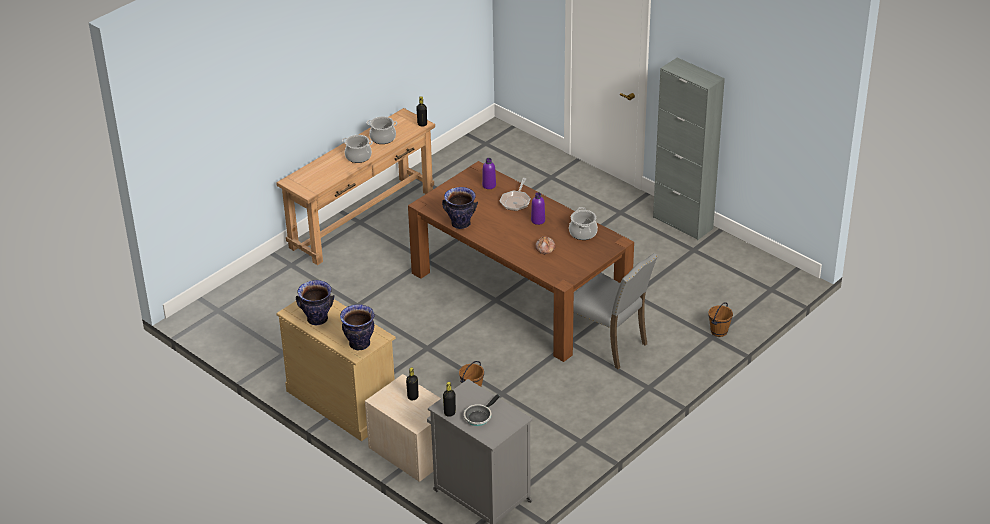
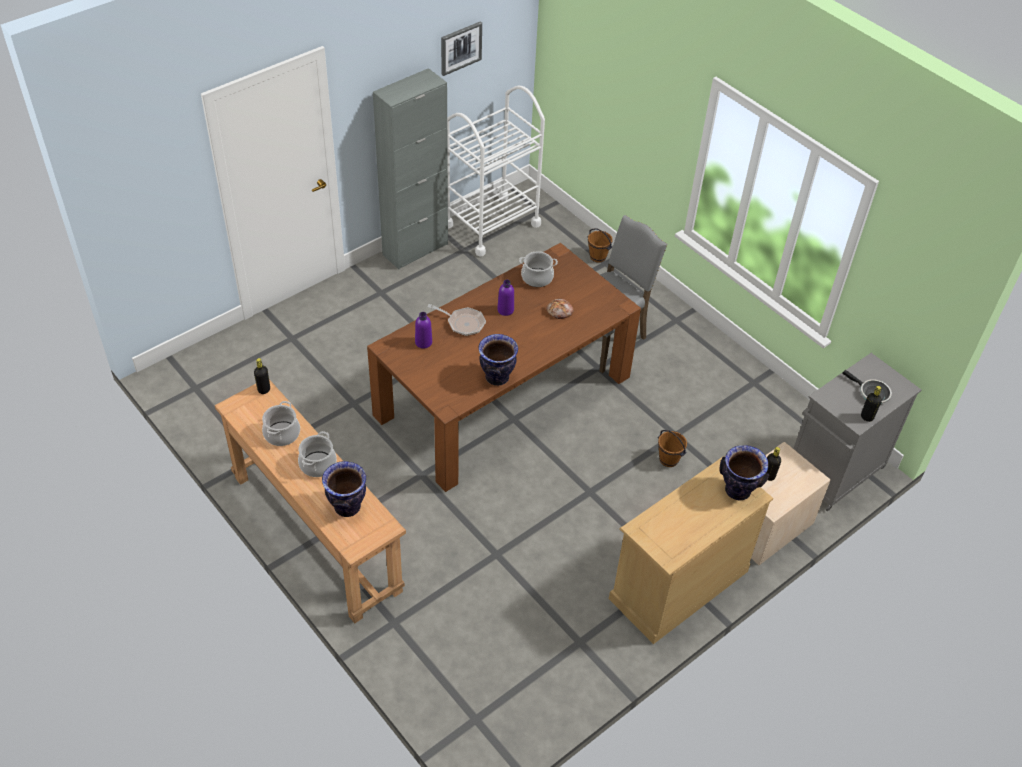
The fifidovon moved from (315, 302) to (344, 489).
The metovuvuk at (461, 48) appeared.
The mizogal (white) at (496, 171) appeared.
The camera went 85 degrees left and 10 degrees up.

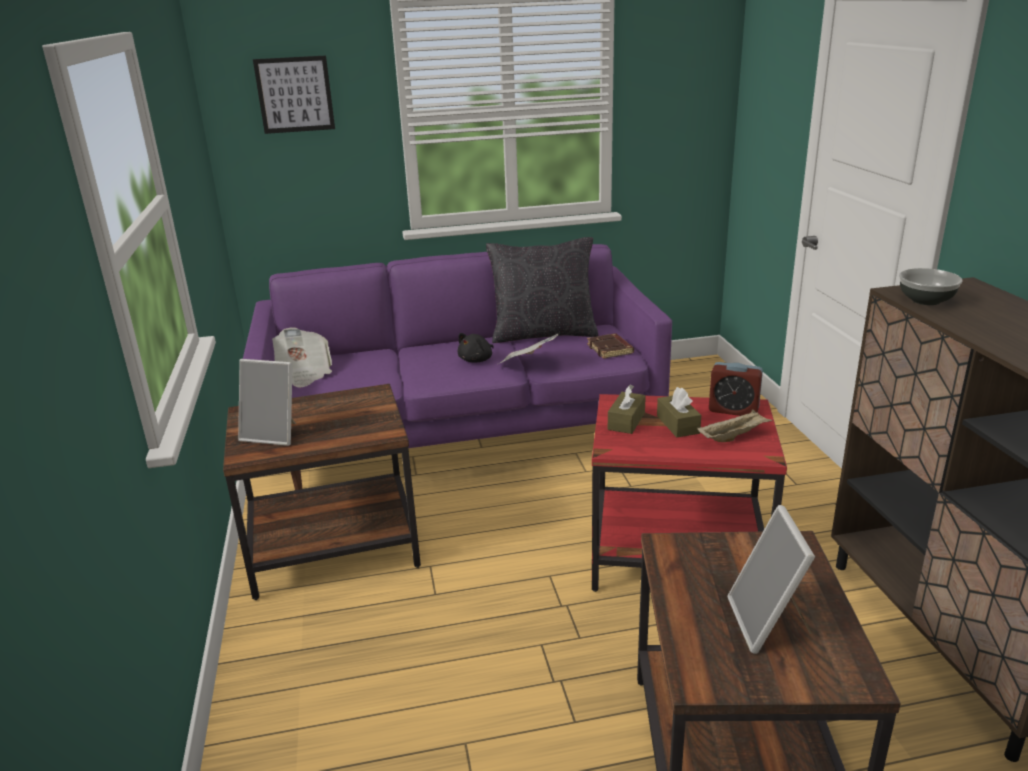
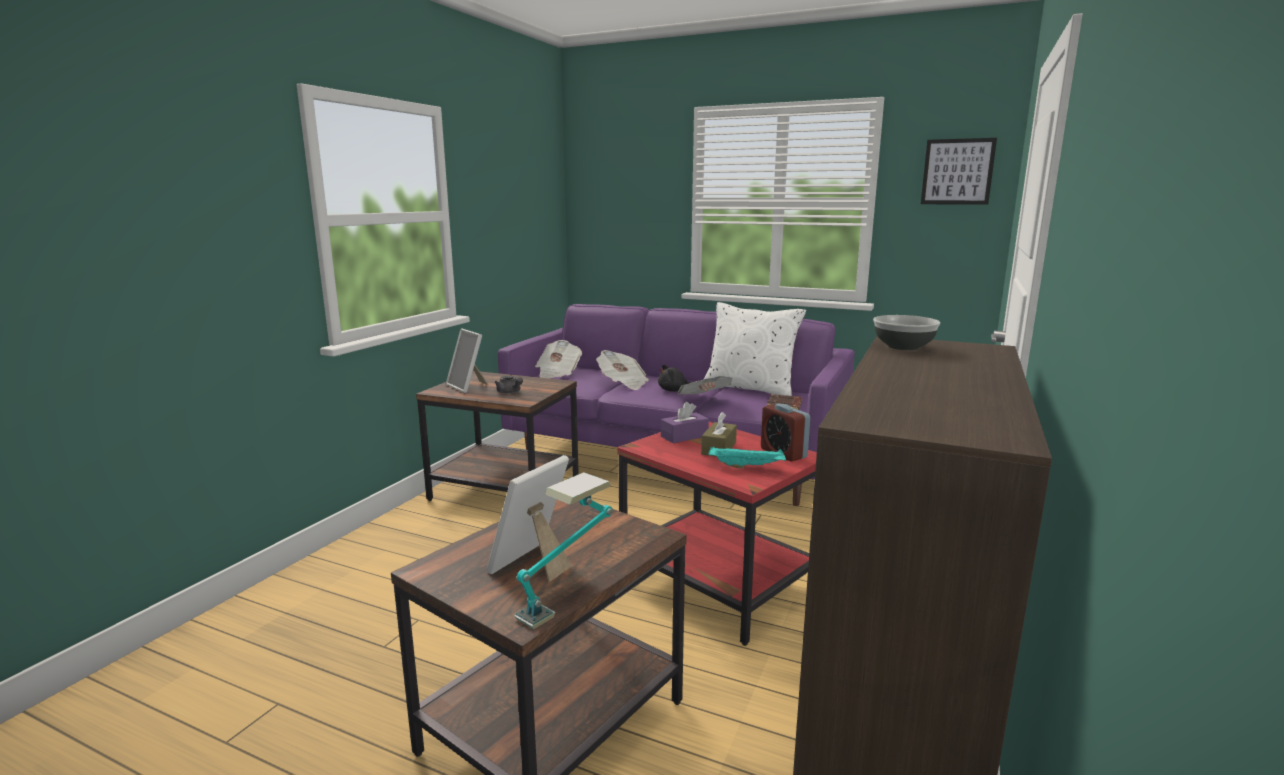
The metovuvuk moved from (294, 95) to (959, 171).
The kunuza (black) at (542, 290) became the kunuza (white) at (755, 349).
The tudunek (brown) at (627, 409) became the tudunek (purple) at (685, 422).
The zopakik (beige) at (735, 426) became the zopakik (turquoise) at (747, 458).
The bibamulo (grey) at (508, 385) appeared.
The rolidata at (563, 550) appeared.
The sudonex at (622, 370) appeared.
The camera went 35 degrees right and 10 degrees down.

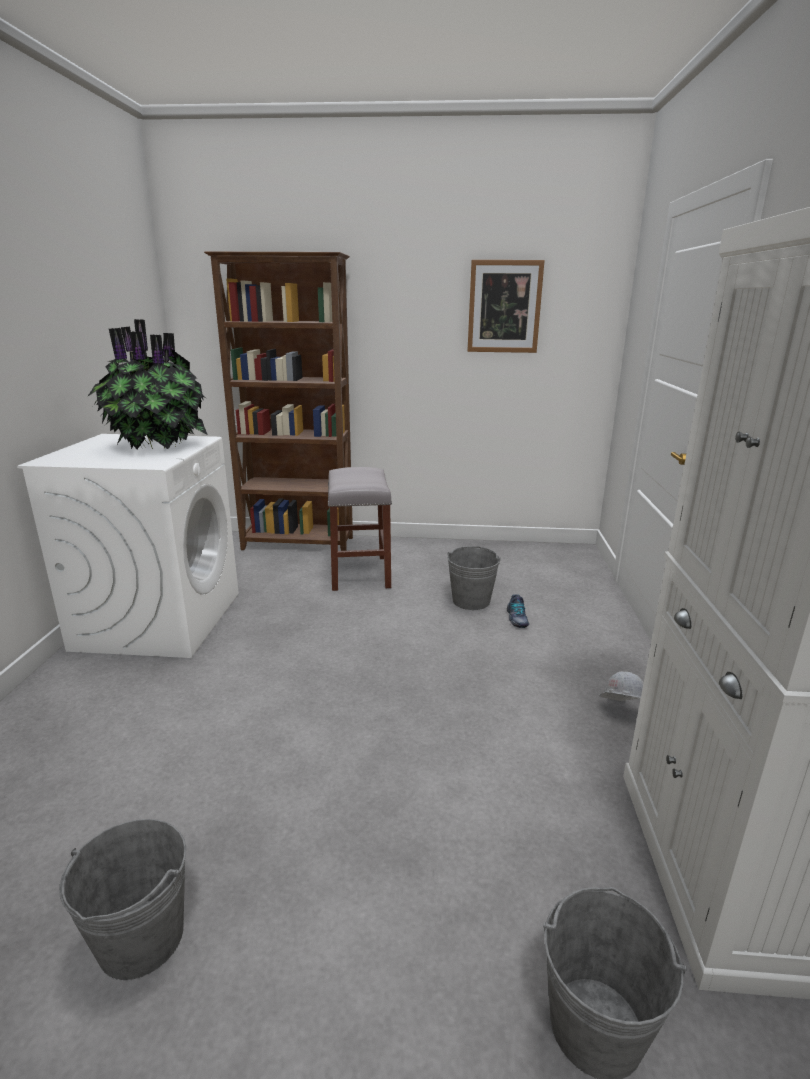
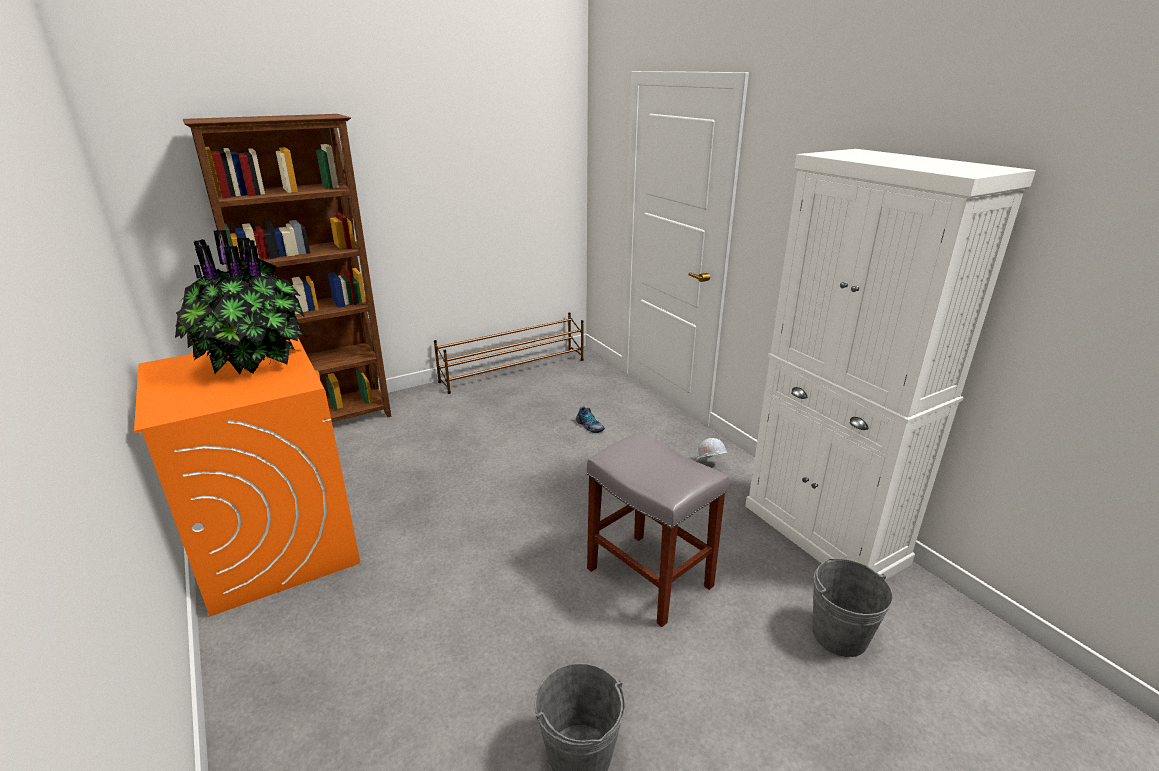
The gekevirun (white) at (128, 546) became the gekevirun (orange) at (247, 477).
The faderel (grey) moved from (360, 529) to (658, 529).
The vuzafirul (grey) at (474, 578) disappeared.
The metovuvuk at (506, 306) disappeared.
The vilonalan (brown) at (509, 353) appeared.
The camera went 35 degrees left and 5 degrees up.

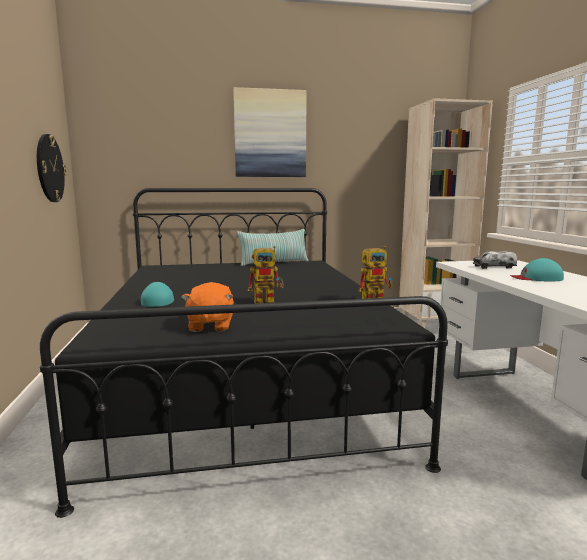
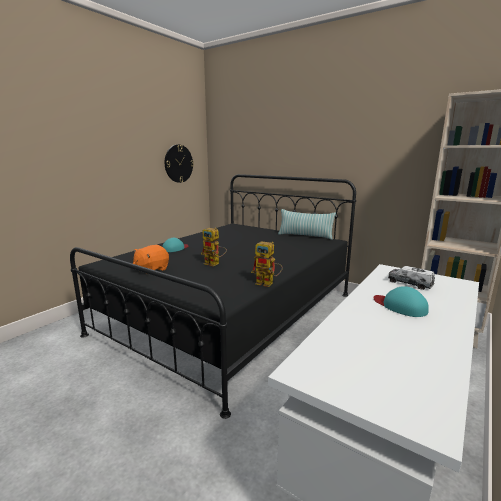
The metovuvuk at (269, 132) disappeared.
The camera went 45 degrees right and 5 degrees up.

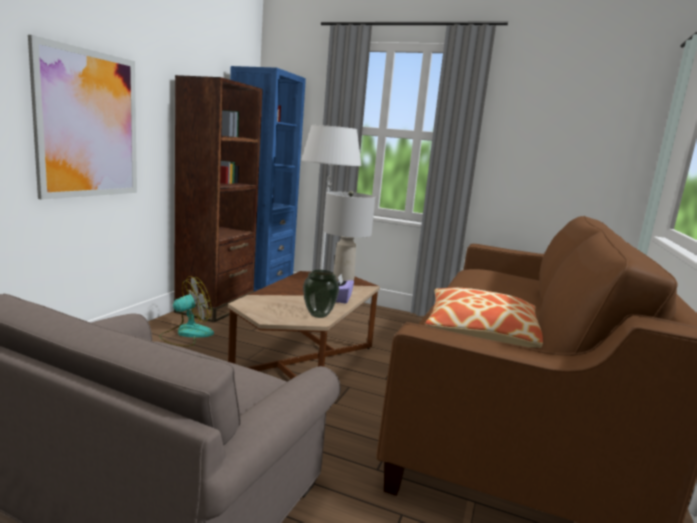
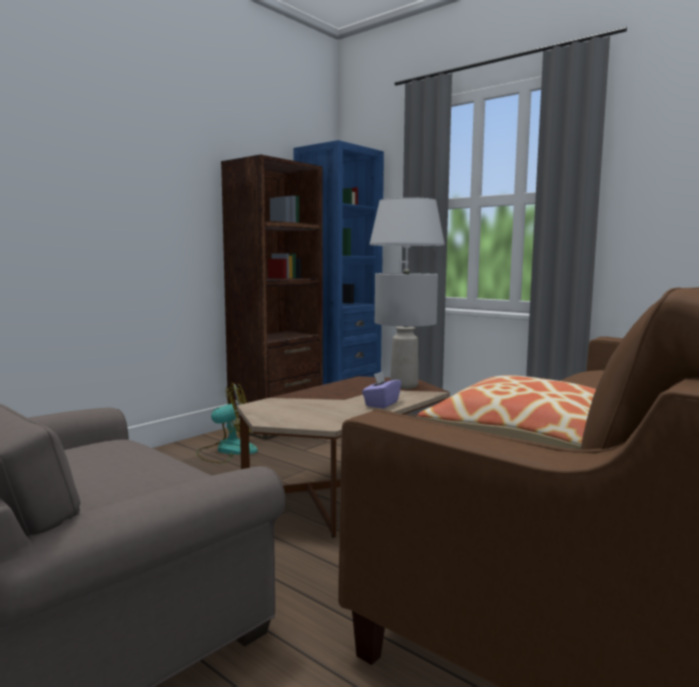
The metovuvuk at (82, 117) disappeared.
The fifidovon at (321, 294) disappeared.
The camera went 20 degrees right and 5 degrees down.

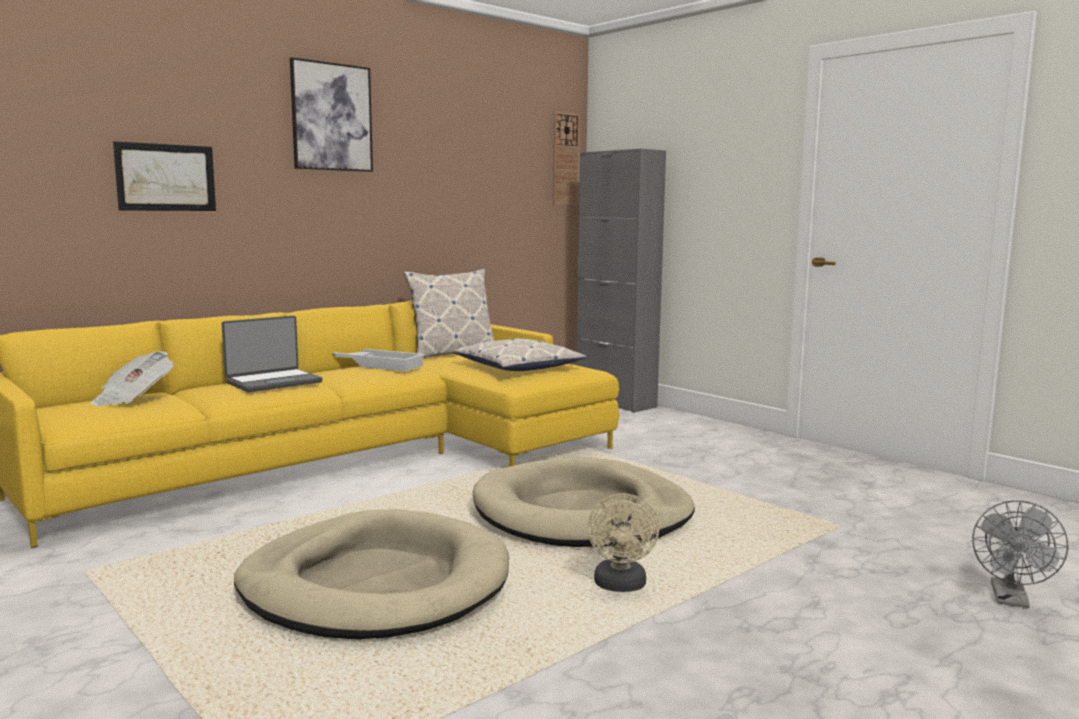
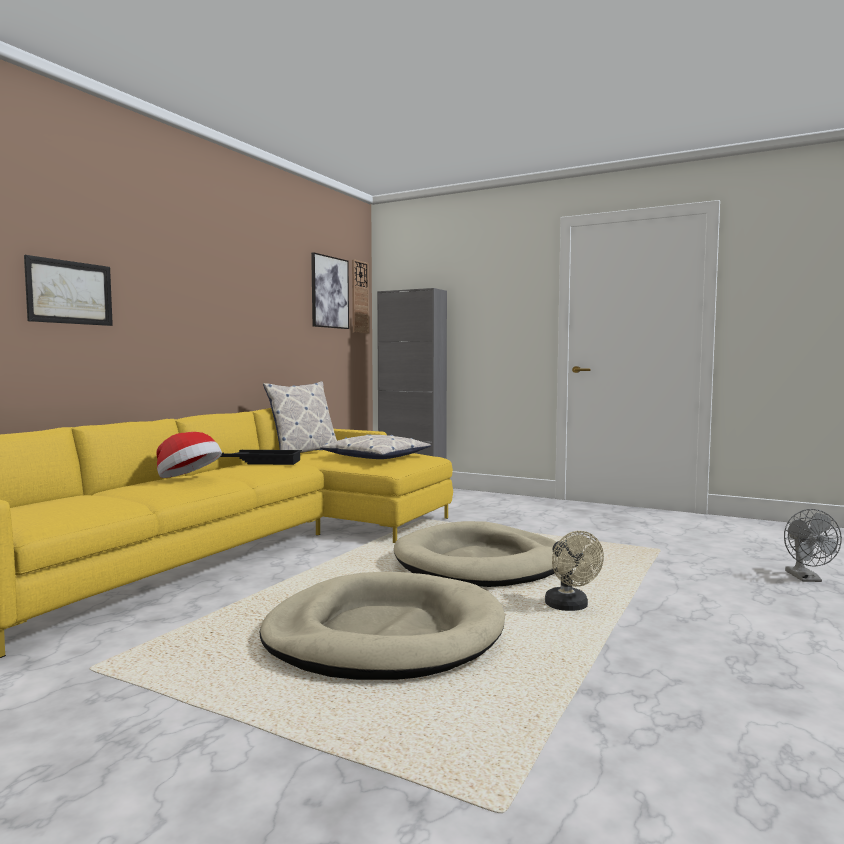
The sudonex at (132, 378) disappeared.
The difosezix at (272, 354) was replaced by the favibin at (189, 455).
The metovuvuk moved from (331, 114) to (330, 290).
The zopakik (white) at (378, 360) became the zopakik (black) at (261, 457).
The camera went 20 degrees left and 5 degrees down.

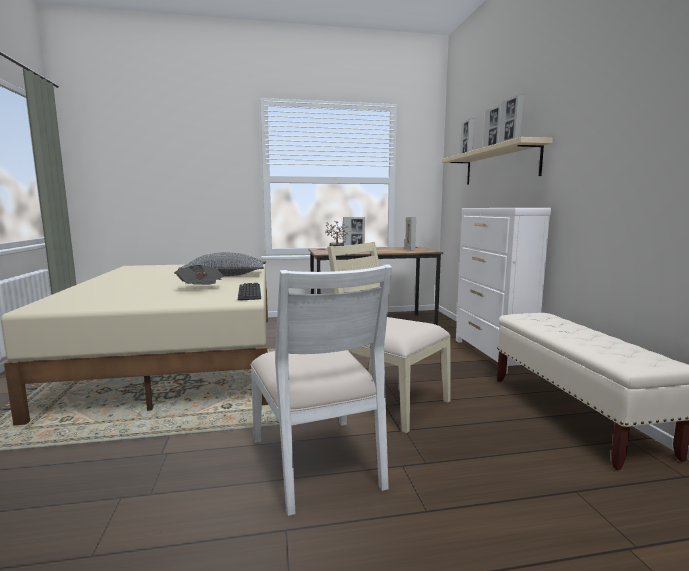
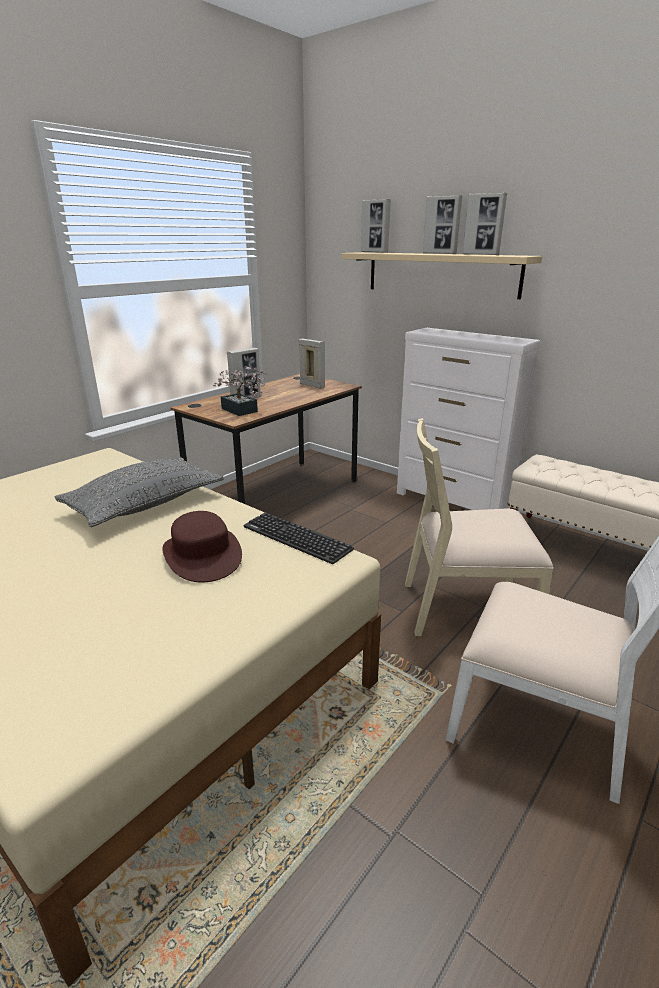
The sudonex at (199, 275) was replaced by the favibin (brown) at (202, 546).
The camera went 40 degrees left and 15 degrees up.

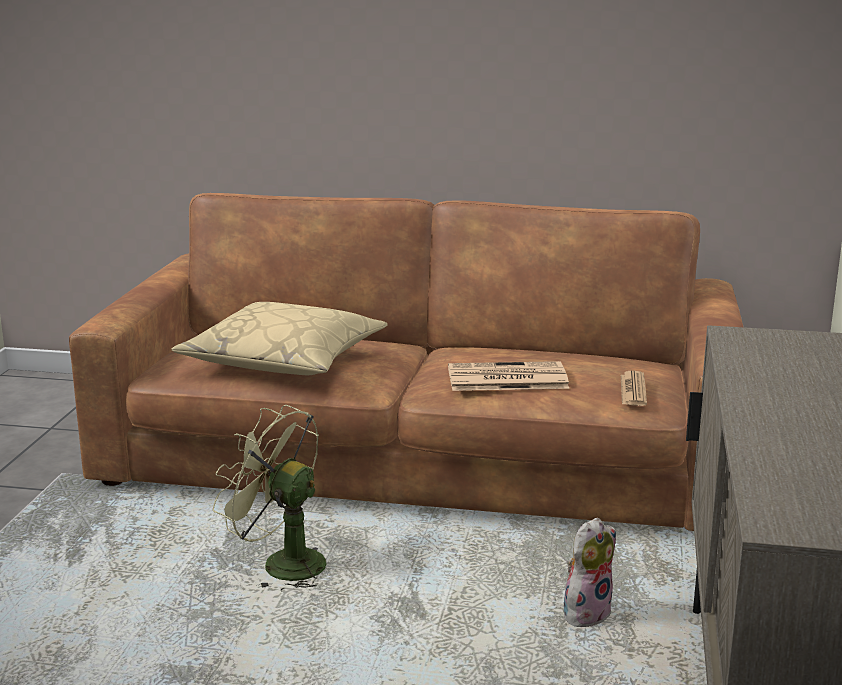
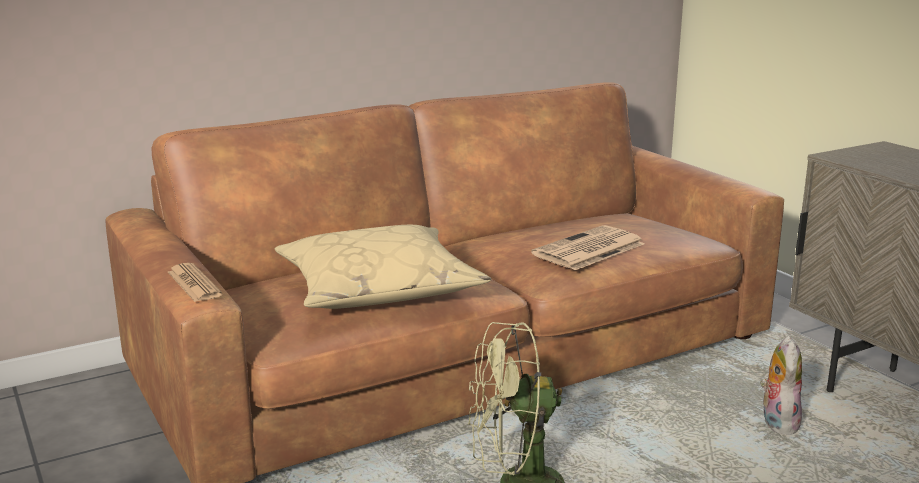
The sudonex moved from (634, 388) to (195, 282).
The camera went 40 degrees left and 0 degrees up.

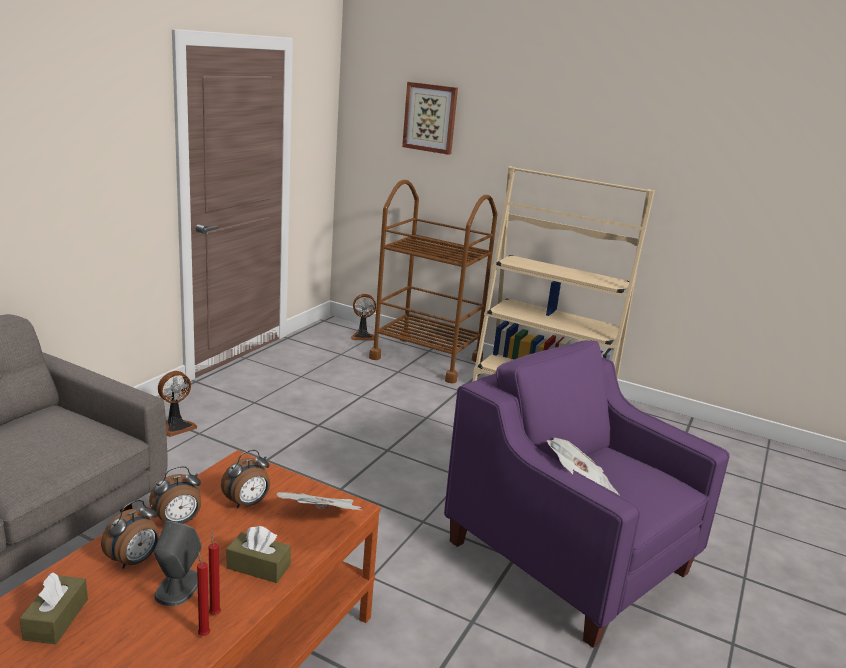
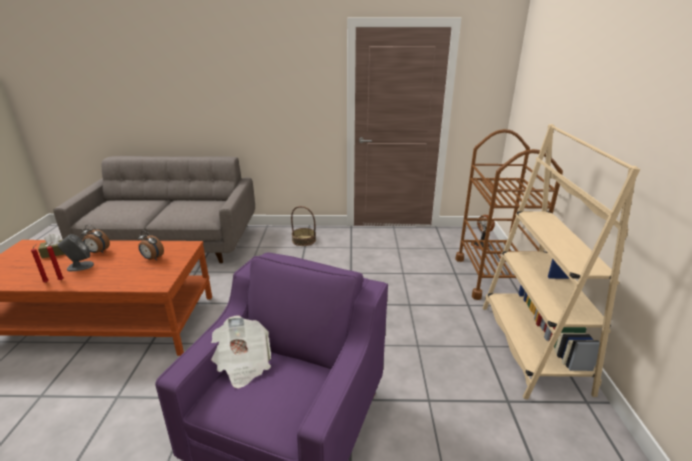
The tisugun at (175, 495) disappeared.
The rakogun at (177, 404) was replaced by the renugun at (303, 226).
The tudunek (brown) at (258, 554) disappeared.
The sudonex at (319, 501) disappeared.
The metovuvuk at (430, 118) disappeared.
The camera went 65 degrees right and 5 degrees up.

